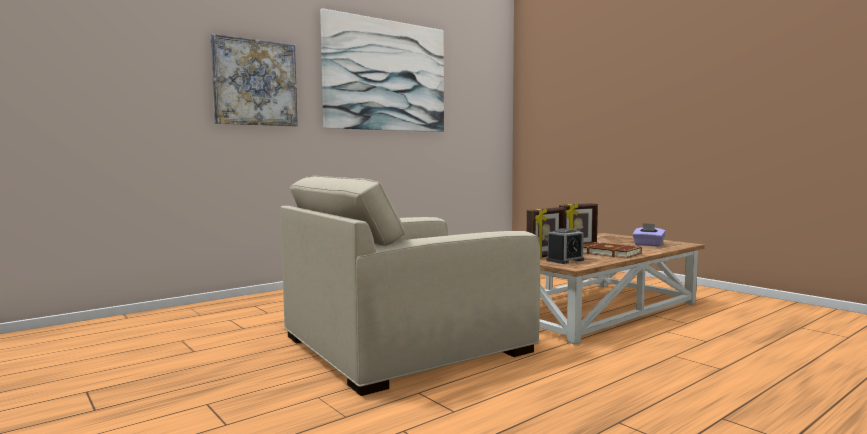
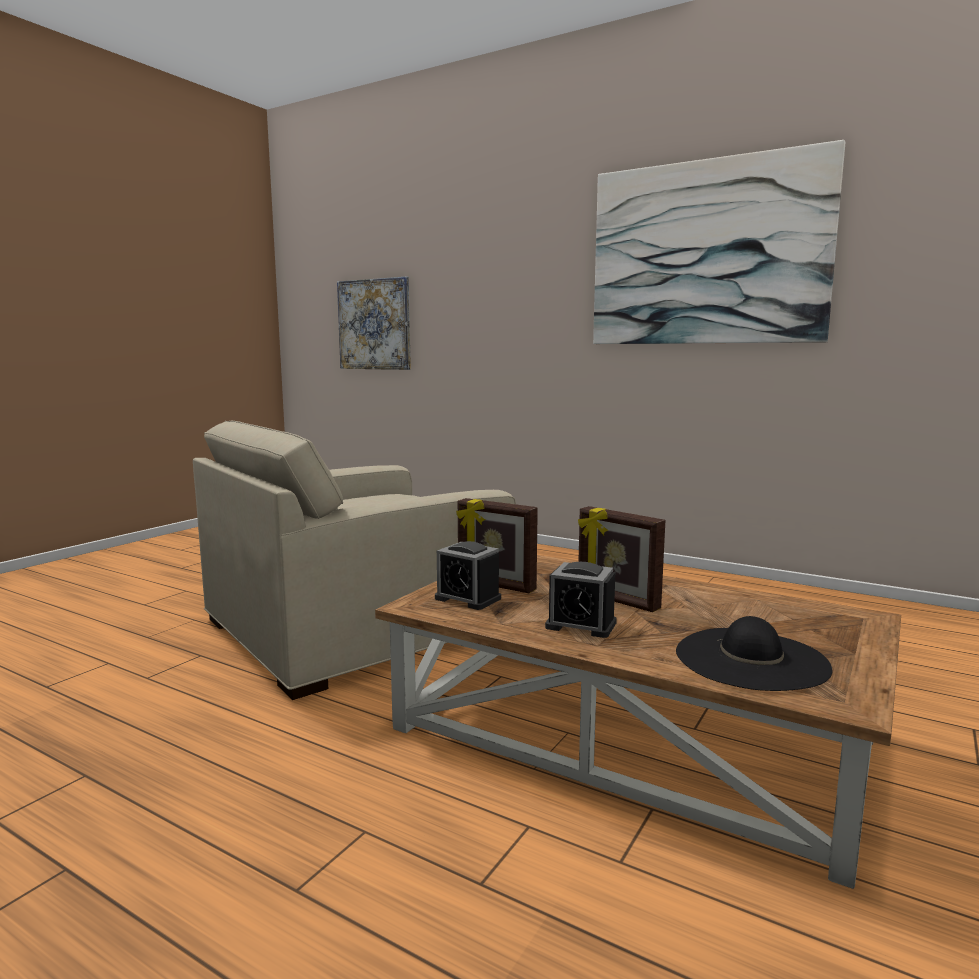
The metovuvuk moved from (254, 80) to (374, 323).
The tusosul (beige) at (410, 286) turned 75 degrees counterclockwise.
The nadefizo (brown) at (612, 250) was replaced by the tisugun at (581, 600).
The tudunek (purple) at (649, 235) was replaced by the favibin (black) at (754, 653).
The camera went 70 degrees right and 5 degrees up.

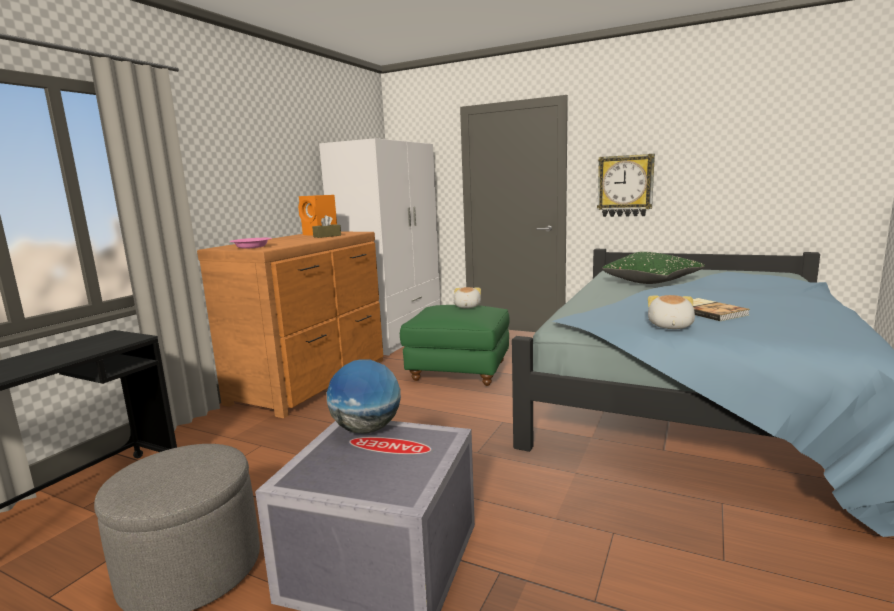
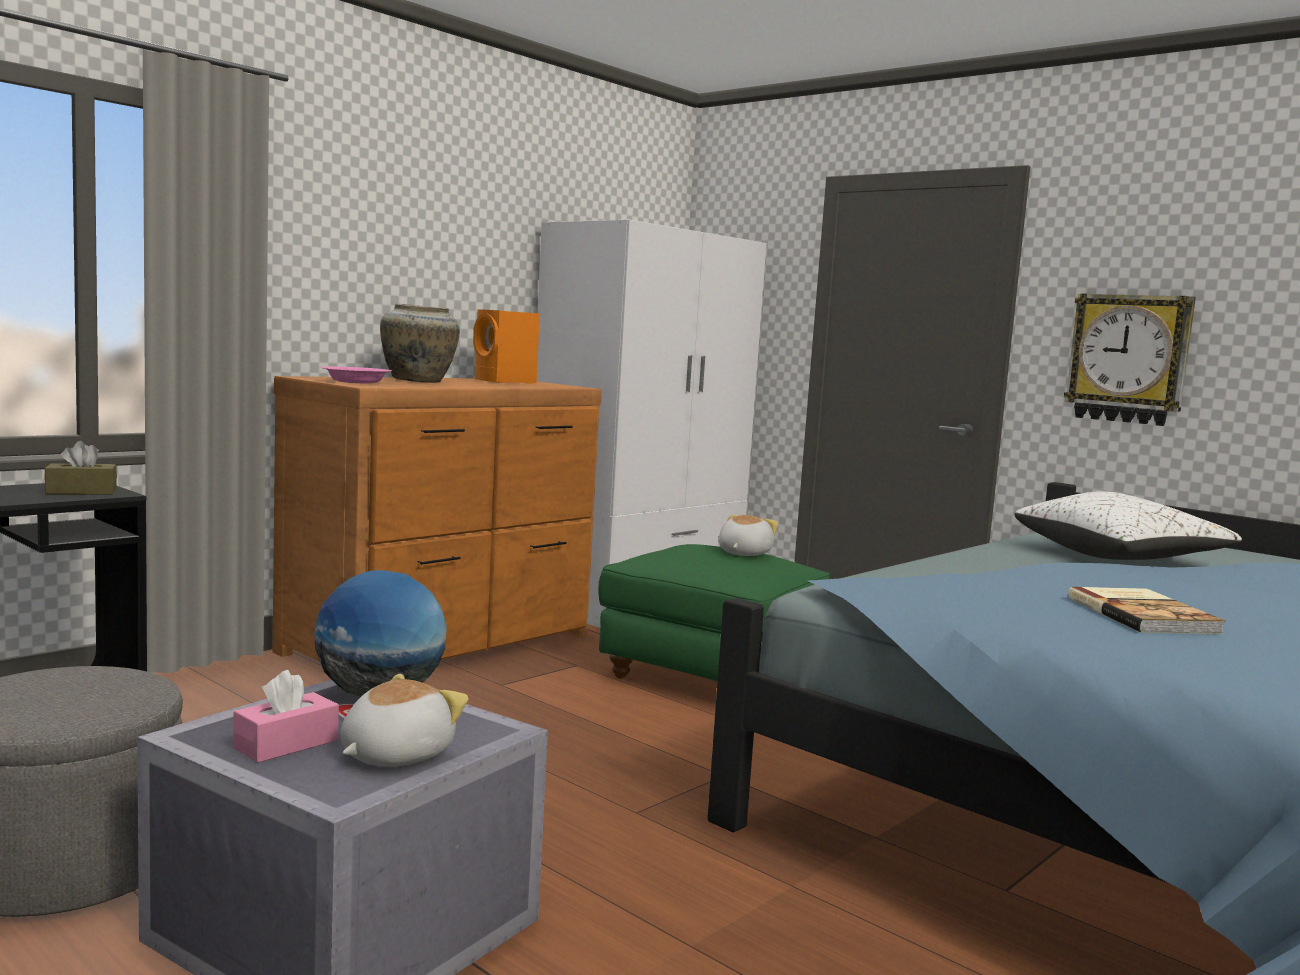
The tudunek (brown) moved from (326, 226) to (80, 468).
The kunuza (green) at (653, 268) became the kunuza (white) at (1128, 525).
The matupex moved from (671, 312) to (404, 720).
The tudunek (pink) at (286, 716) appeared.
The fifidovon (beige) at (420, 343) appeared.
The camera went 15 degrees right and 5 degrees down.

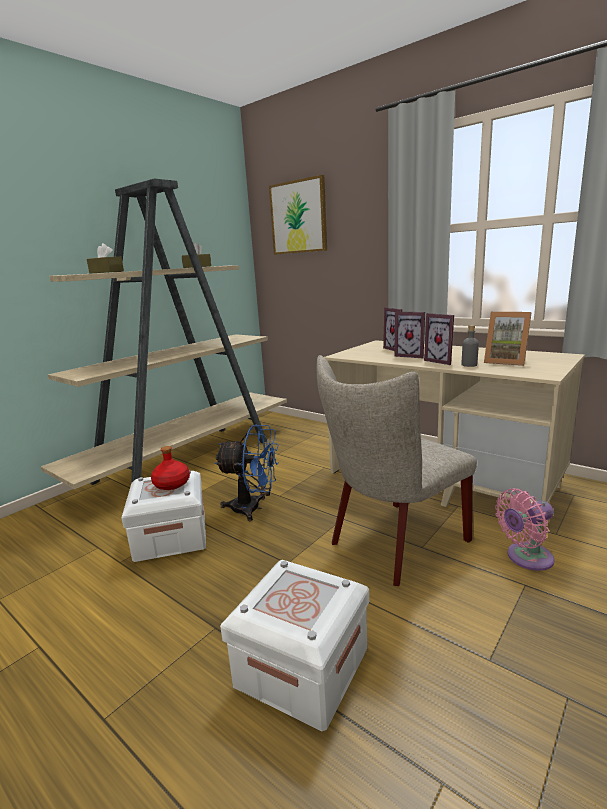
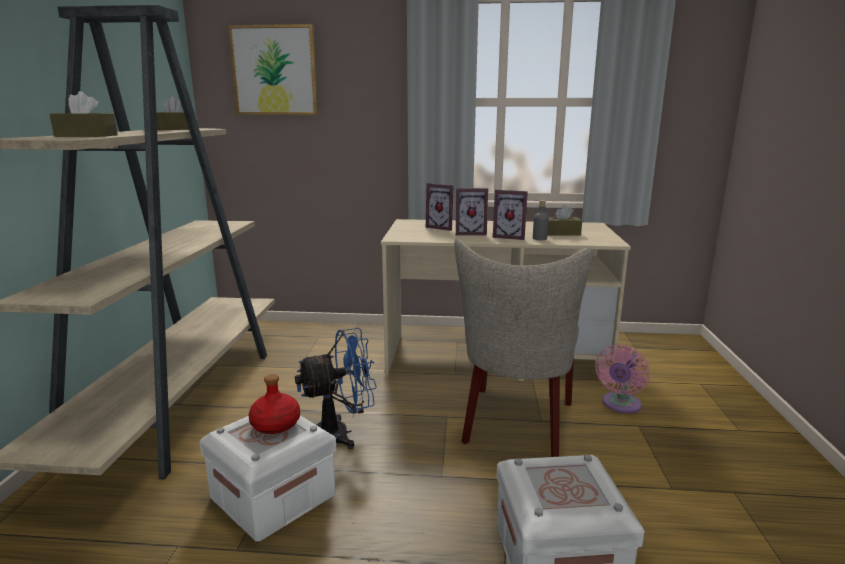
The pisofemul at (507, 339) was replaced by the tudunek (brown) at (565, 220).
The camera went 35 degrees left and 0 degrees up.

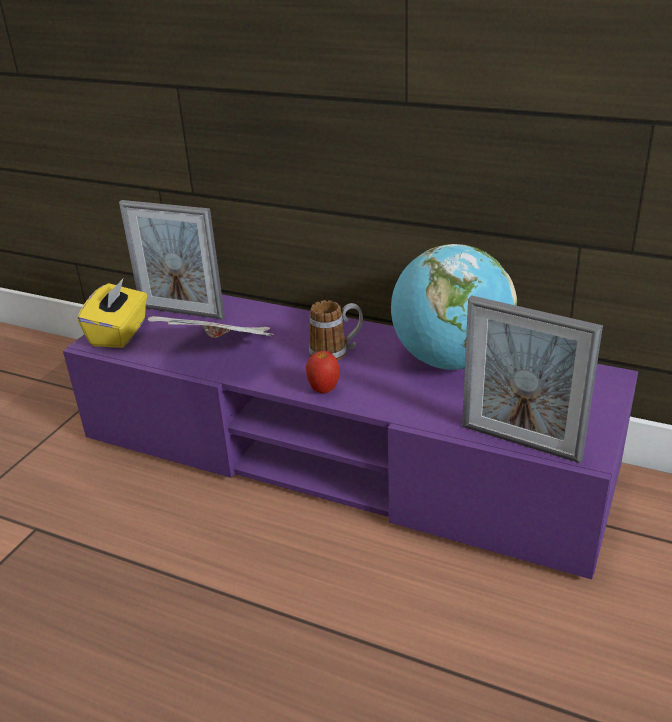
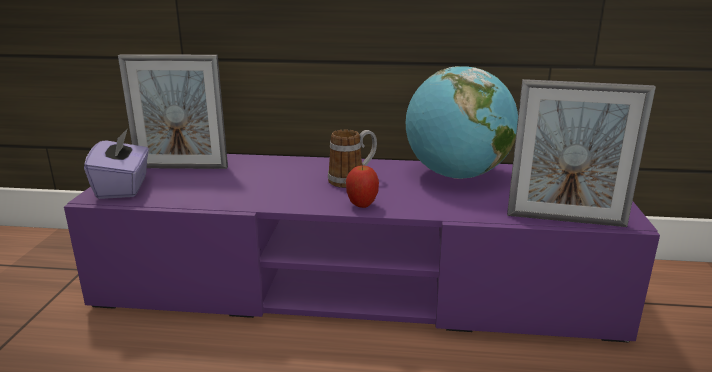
The tudunek (yellow) at (112, 313) became the tudunek (purple) at (116, 164).
The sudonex at (211, 327) disappeared.
The camera went 20 degrees left and 10 degrees down.

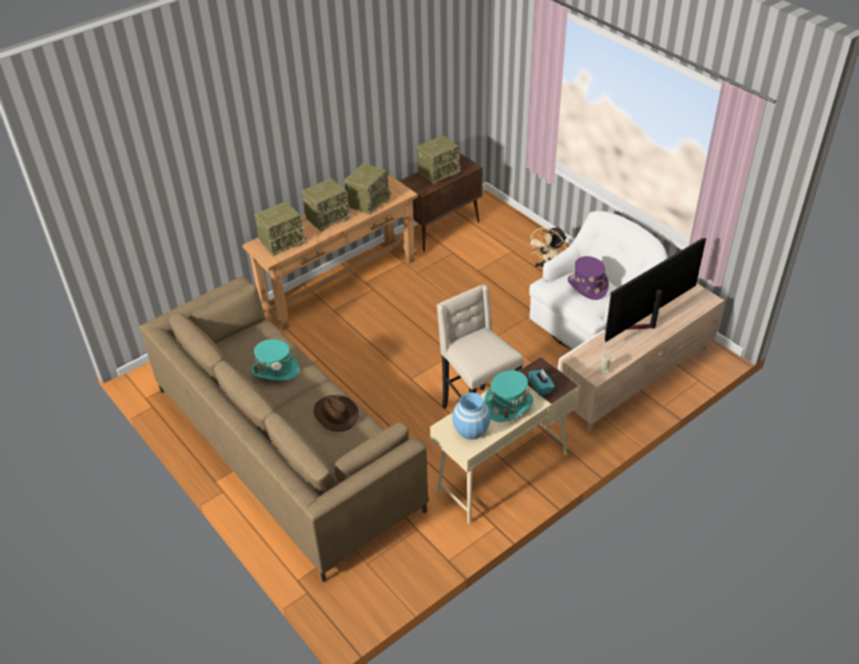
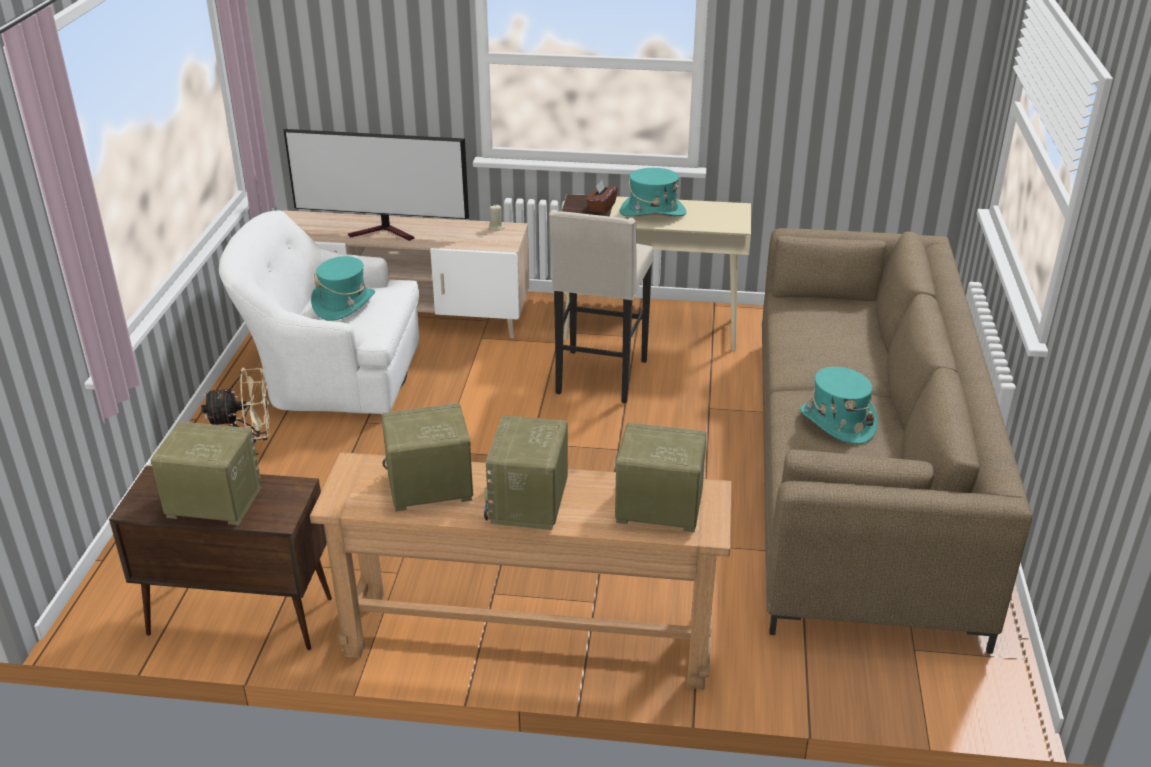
The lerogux at (327, 204) turned 90 degrees counterclockwise.
The favibin (brown) at (336, 413) disappeared.
The fifidovon (blue) at (471, 416) disappeared.
The tudunek (turquoise) at (542, 382) became the tudunek (brown) at (602, 197).
The favibin (purple) at (588, 278) became the favibin (turquoise) at (343, 288).
The camera went 135 degrees left and 10 degrees down.

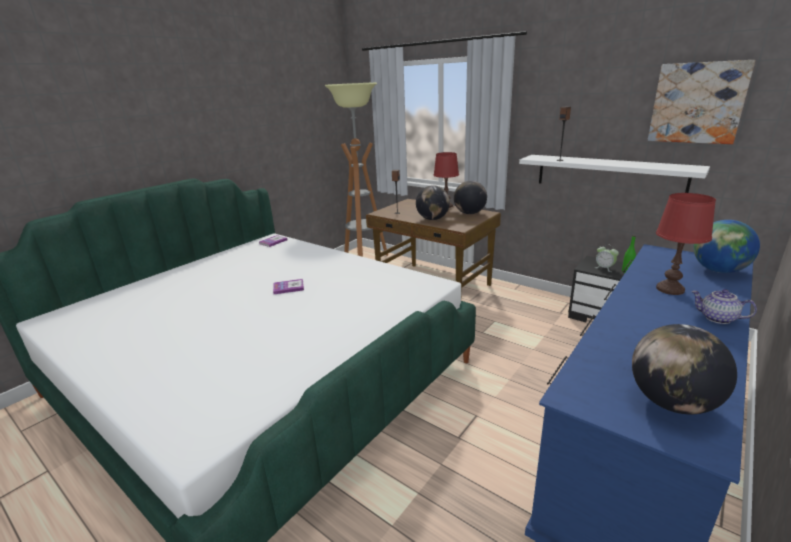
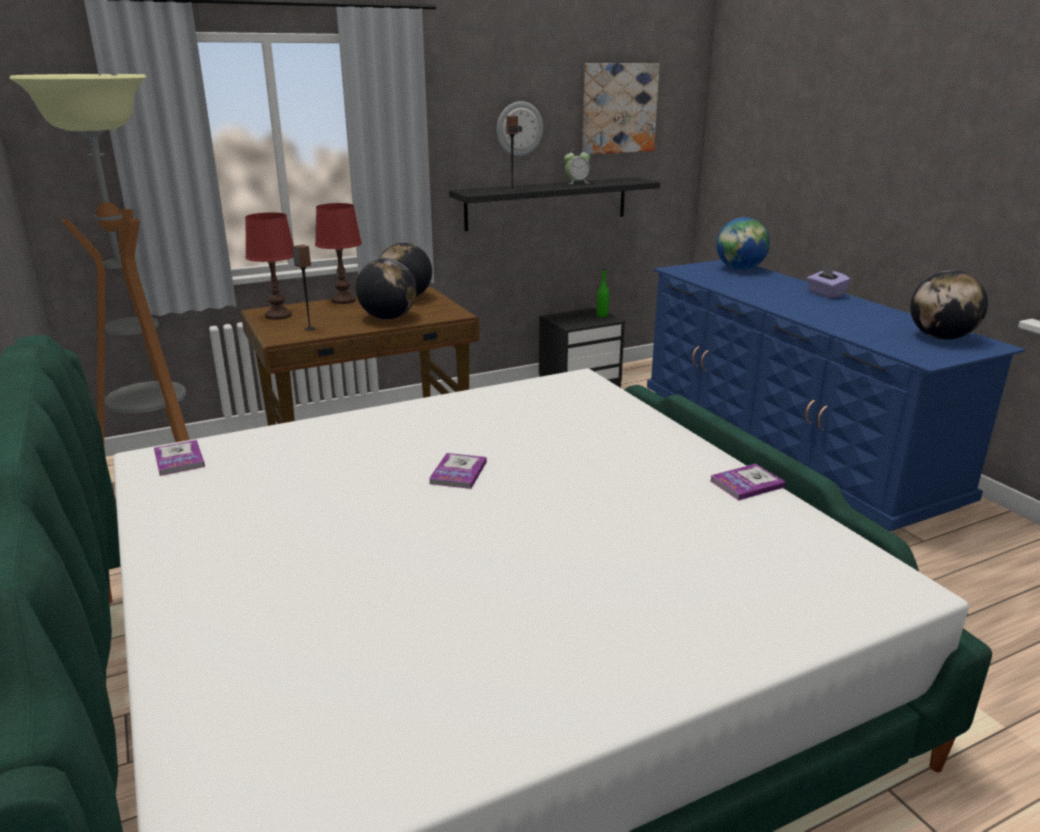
The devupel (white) at (614, 174) became the devupel (black) at (554, 204).
The tisugun moved from (606, 258) to (577, 166).
The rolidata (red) moved from (686, 244) to (269, 266).
The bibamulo at (724, 306) was replaced by the tudunek (purple) at (828, 282).
The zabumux at (520, 128) appeared.
The nadefizo at (748, 482) appeared.
The camera went 65 degrees left and 0 degrees up.

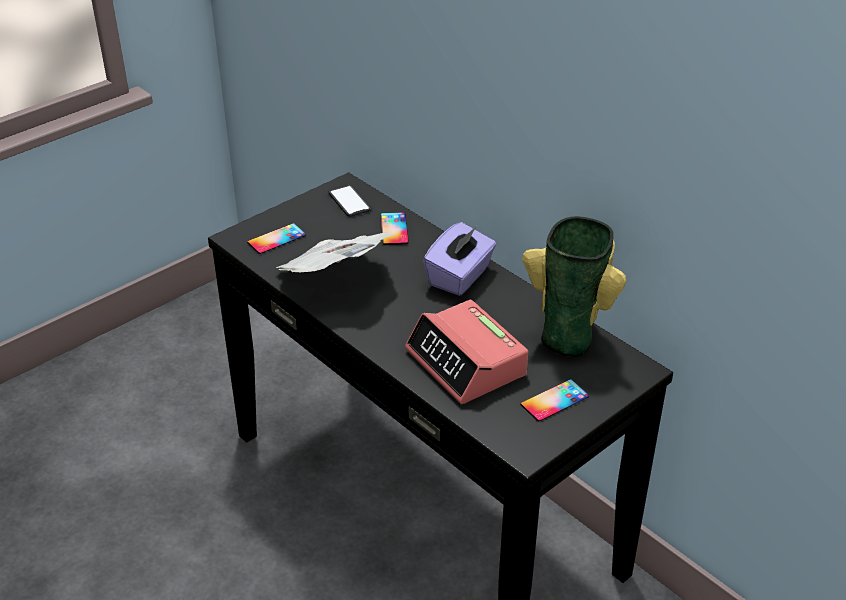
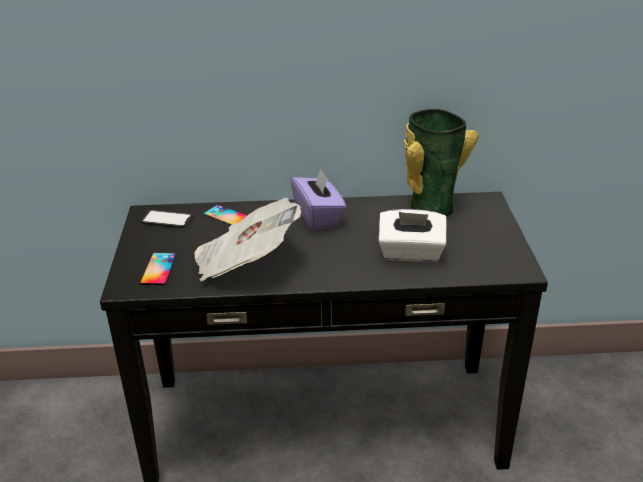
The tisugun at (466, 352) was replaced by the tudunek (white) at (412, 235).
The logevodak at (555, 400) disappeared.
The camera went 50 degrees left and 5 degrees down.

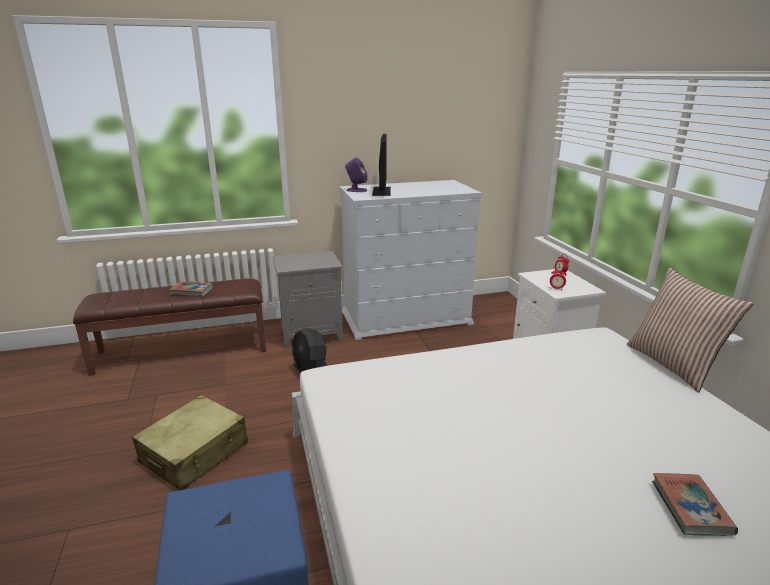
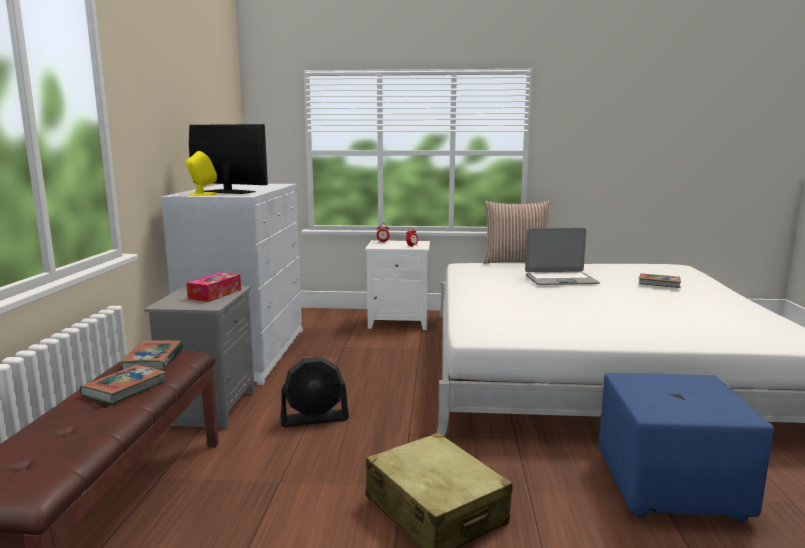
The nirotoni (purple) at (356, 174) became the nirotoni (yellow) at (201, 173).
The nadefizo at (151, 355) appeared.
The tudunek at (213, 287) appeared.
The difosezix at (562, 256) appeared.
The camera went 70 degrees left and 10 degrees down.

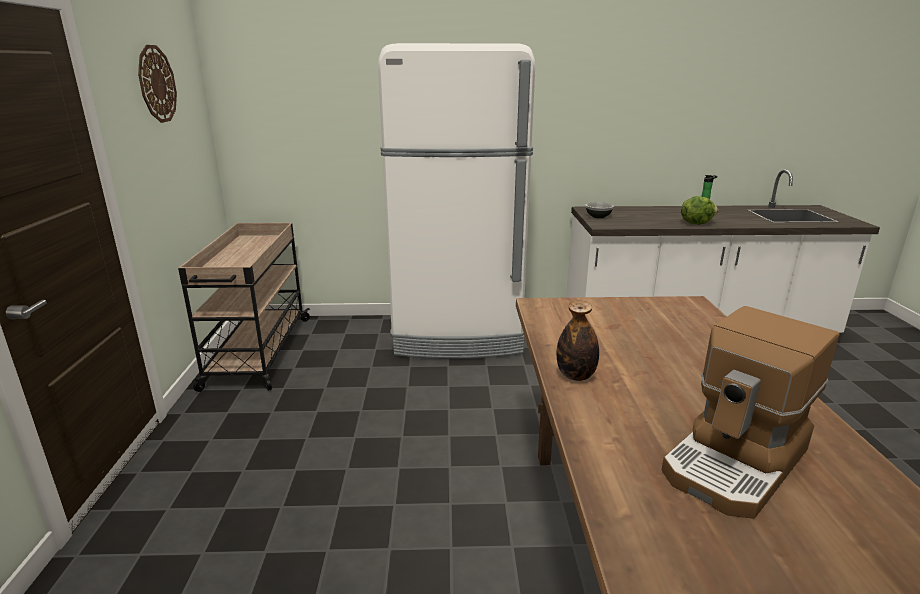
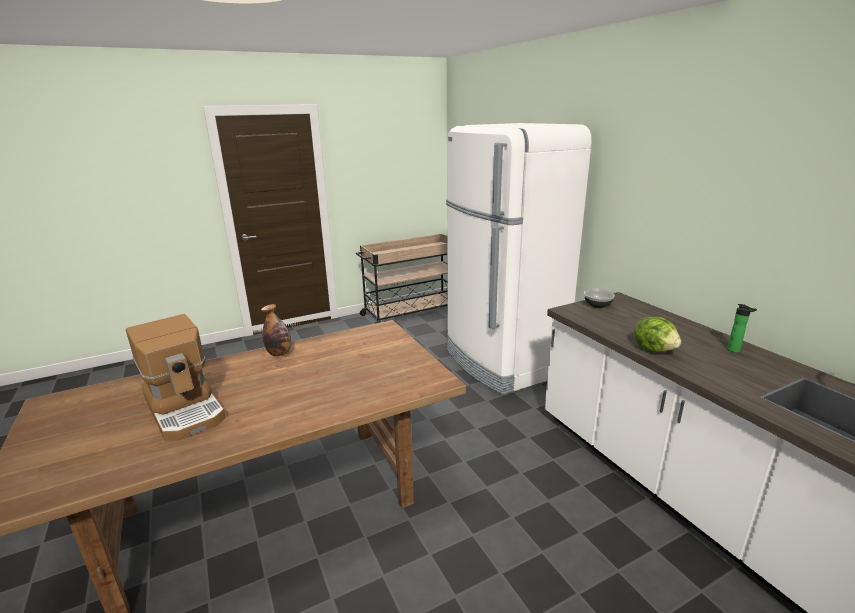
The zabumux at (157, 84) disappeared.
The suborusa at (751, 412) turned 150 degrees counterclockwise.
The camera went 65 degrees right and 0 degrees up.

